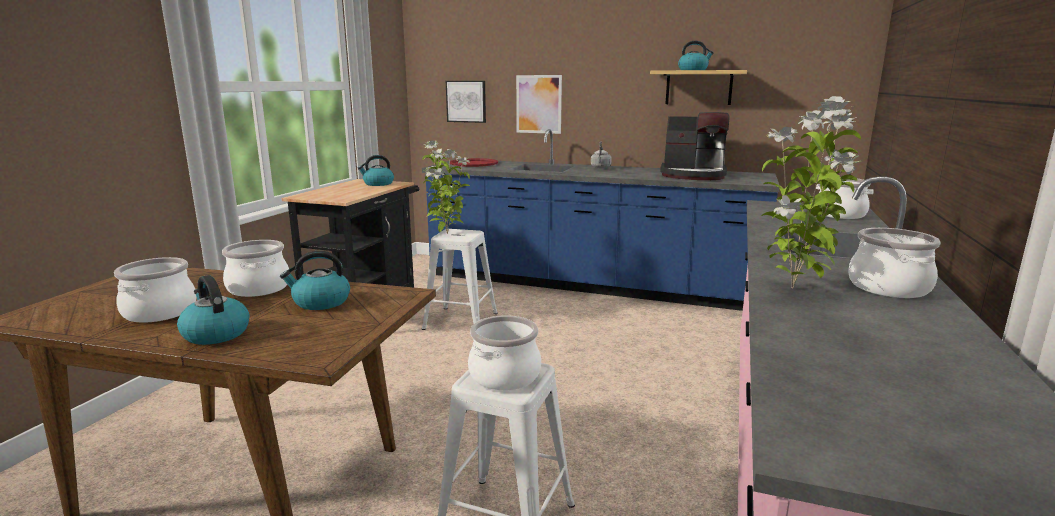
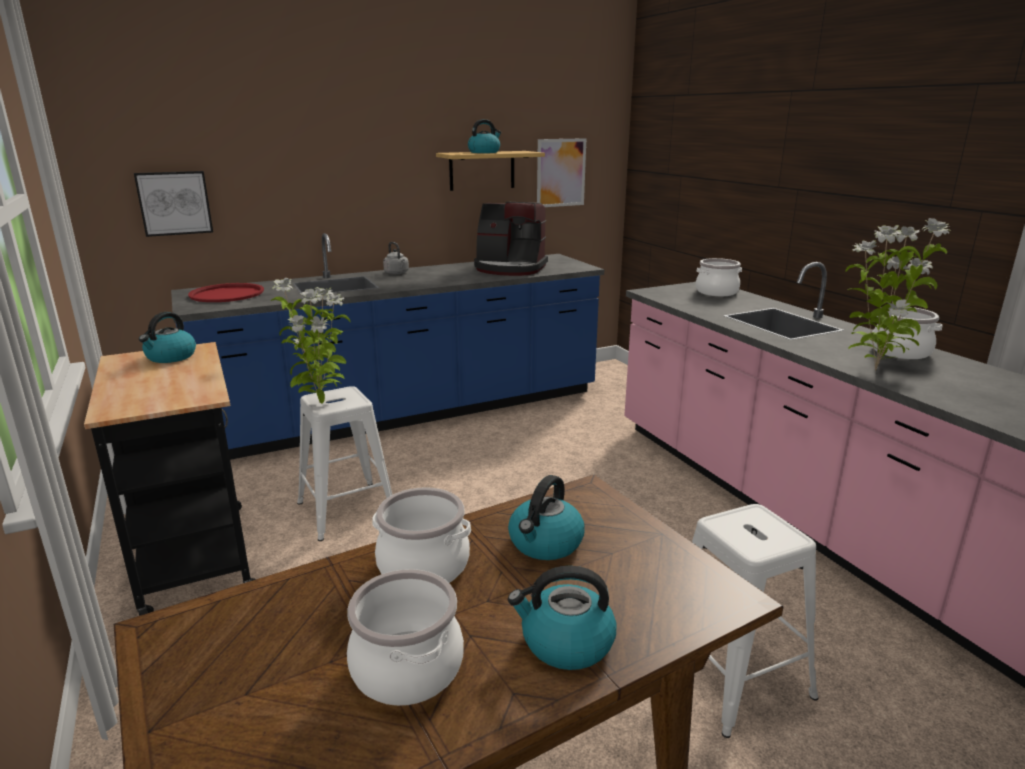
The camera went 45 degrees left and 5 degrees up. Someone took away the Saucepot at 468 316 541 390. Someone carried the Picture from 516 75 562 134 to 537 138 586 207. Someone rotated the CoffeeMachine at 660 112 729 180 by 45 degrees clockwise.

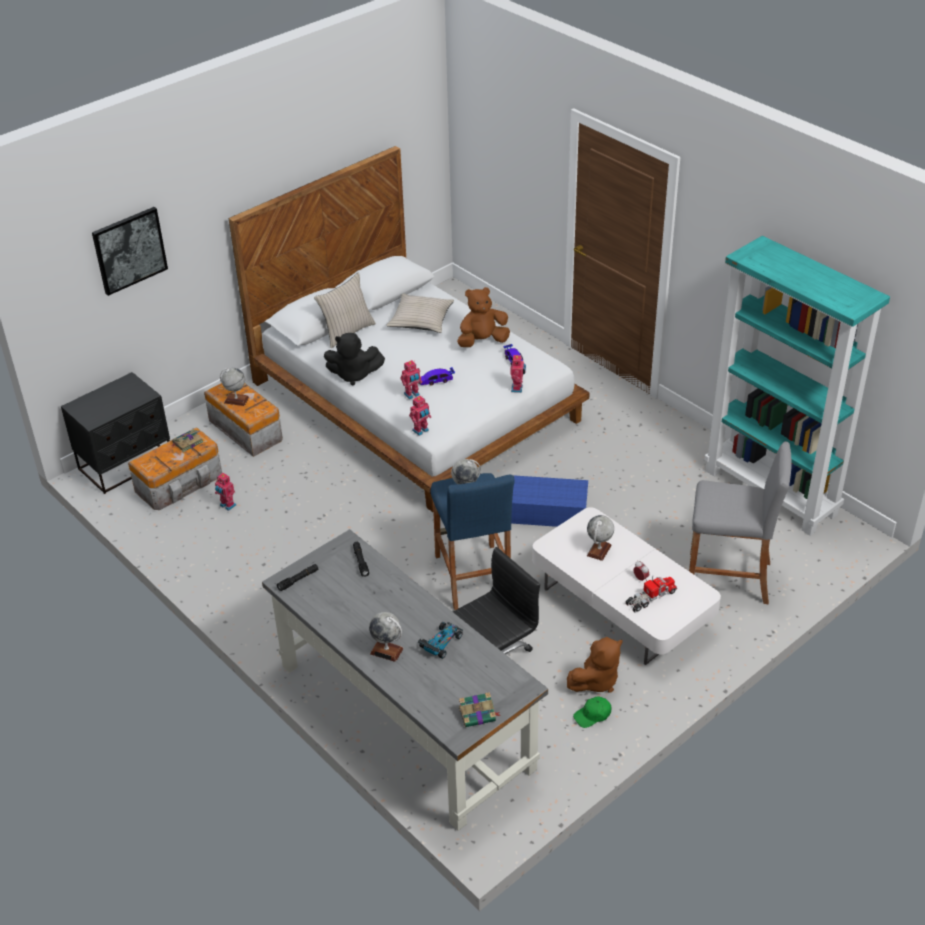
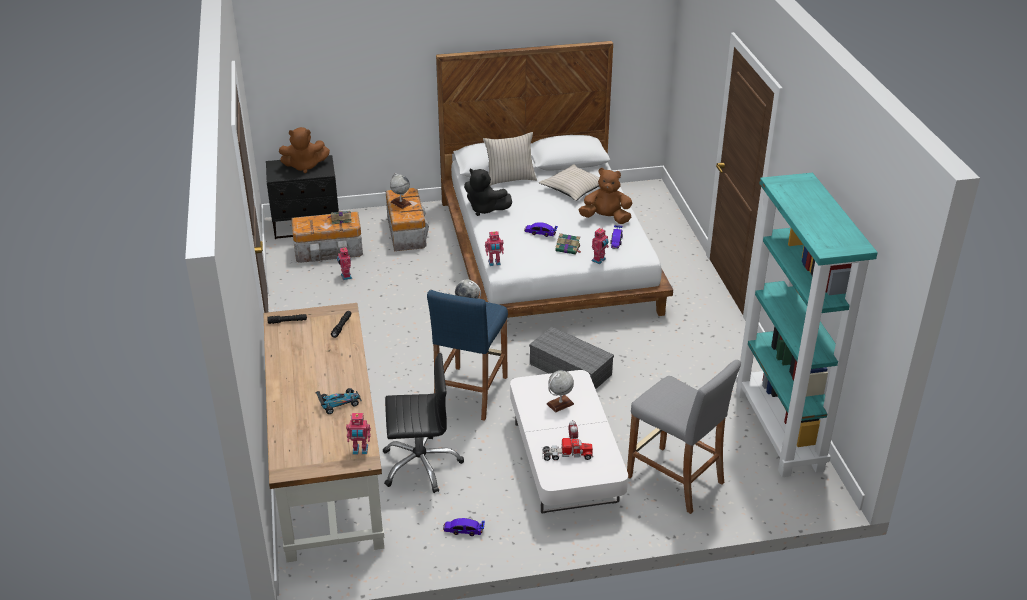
The camera went 30 degrees right and 5 degrees down. Someone took away the Picture at 92 207 168 296. Someone took away the Globe at 369 612 404 662. Someone carried the RobotFigure from 401 360 422 399 to 346 413 371 454. Someone carried the BoundBook from 459 692 500 727 to 555 233 582 254. Someone carried the BrownishCuddlyToy from 567 637 623 693 to 279 127 330 173. Someone swapped the GreenishCap at 573 696 611 728 for the ToyCar at 443 518 485 536. Someone repainted the GrayDesk at 262 529 548 831, which became the BrownishDesk at 263 303 384 562. Someone repainted the BlueStorageBin at 511 475 588 527, which became the GrayStorageBin at 529 327 614 389.

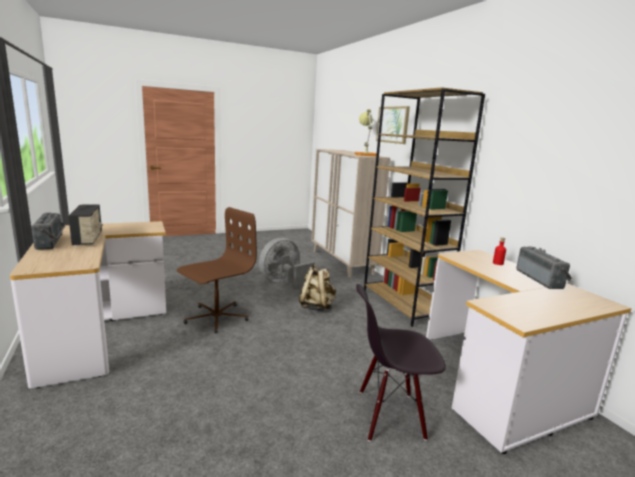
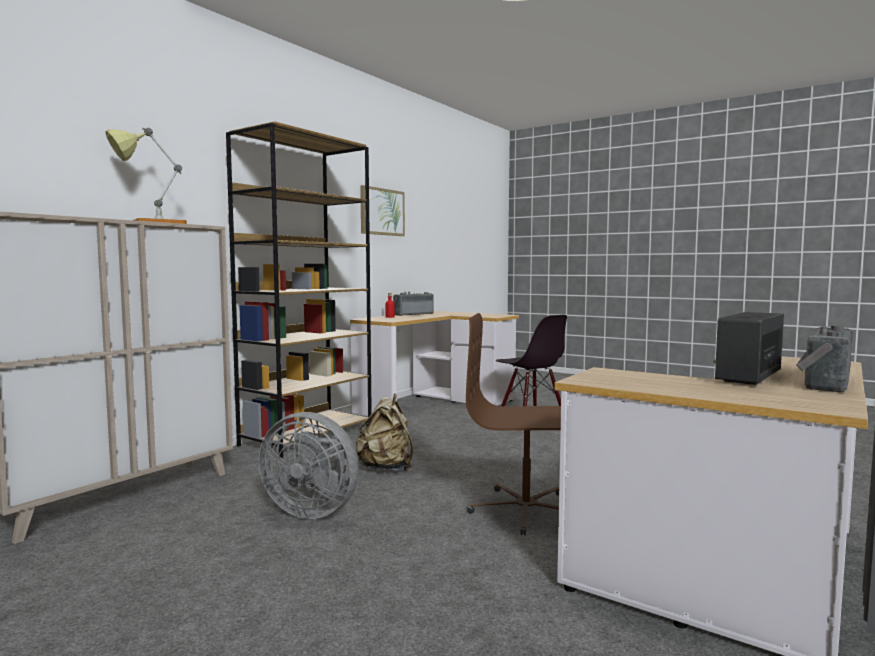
The camera went 120 degrees left and 10 degrees down. Someone carried the Picture from 376 106 410 144 to 360 185 405 236.

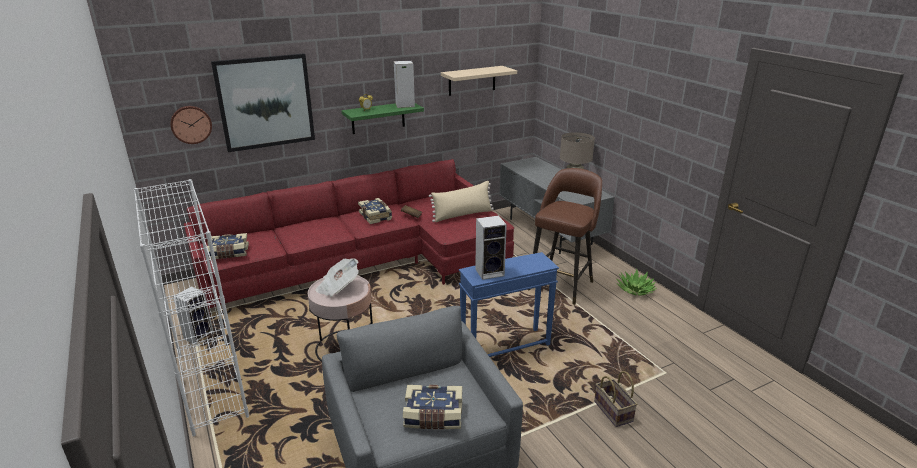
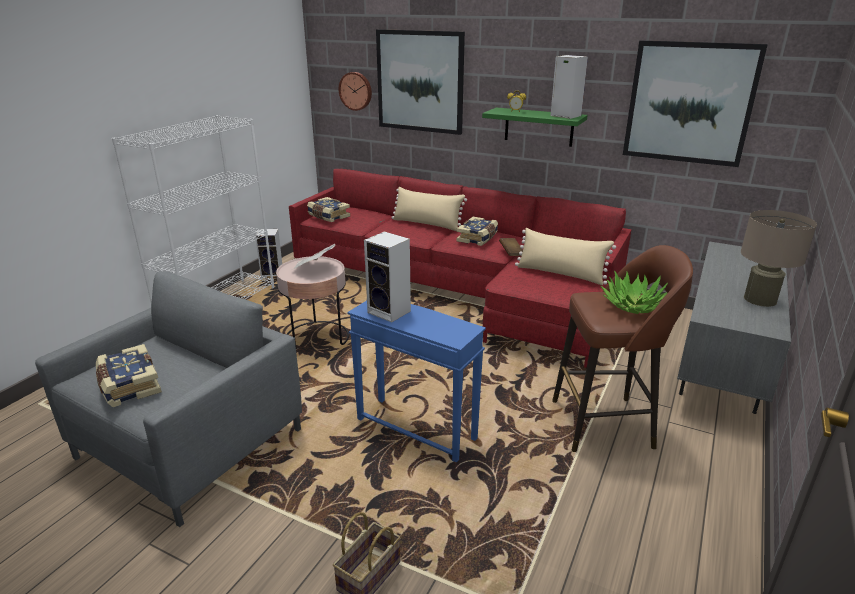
The camera went 55 degrees right and 0 degrees up. Someone put down the SandColouredThrowPillow at 391 187 467 231. Someone carried the PlantInAPot from 616 269 657 296 to 600 270 668 314. Someone swapped the SandColouredShelf at 441 66 517 96 for the Picture at 623 40 768 167.

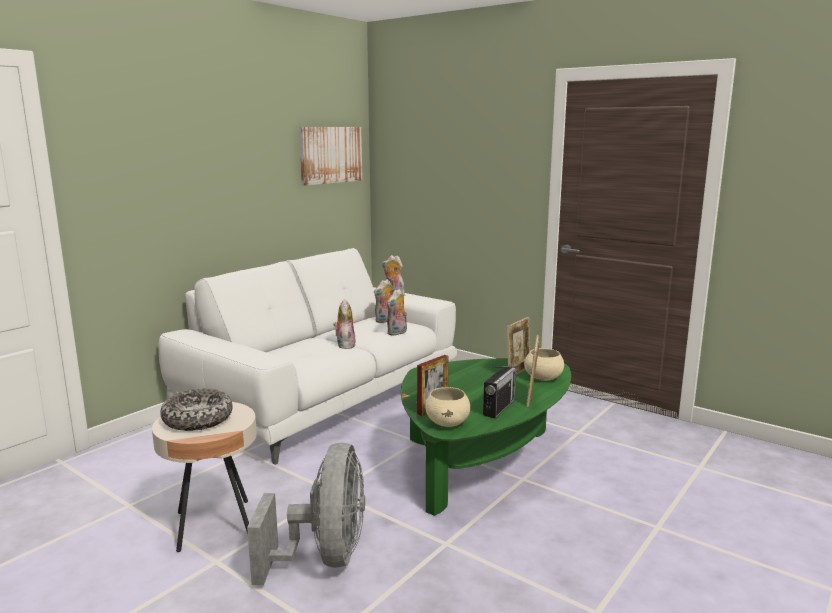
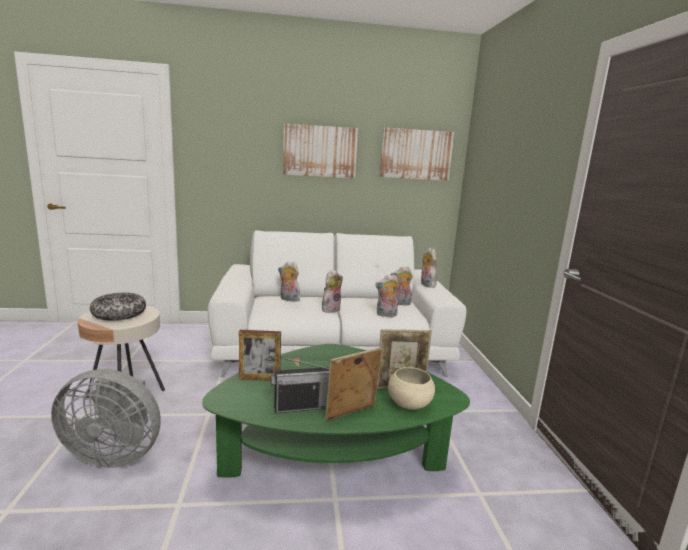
The camera went 45 degrees right and 0 degrees up. Someone took away the SandColouredBowl at 425 387 470 427. Someone put down the CuddlyToy at 278 261 300 302. Someone put up the Picture at 283 123 358 178. Someone rotated the GrayCoolingFan at 247 442 365 585 by 45 degrees clockwise.

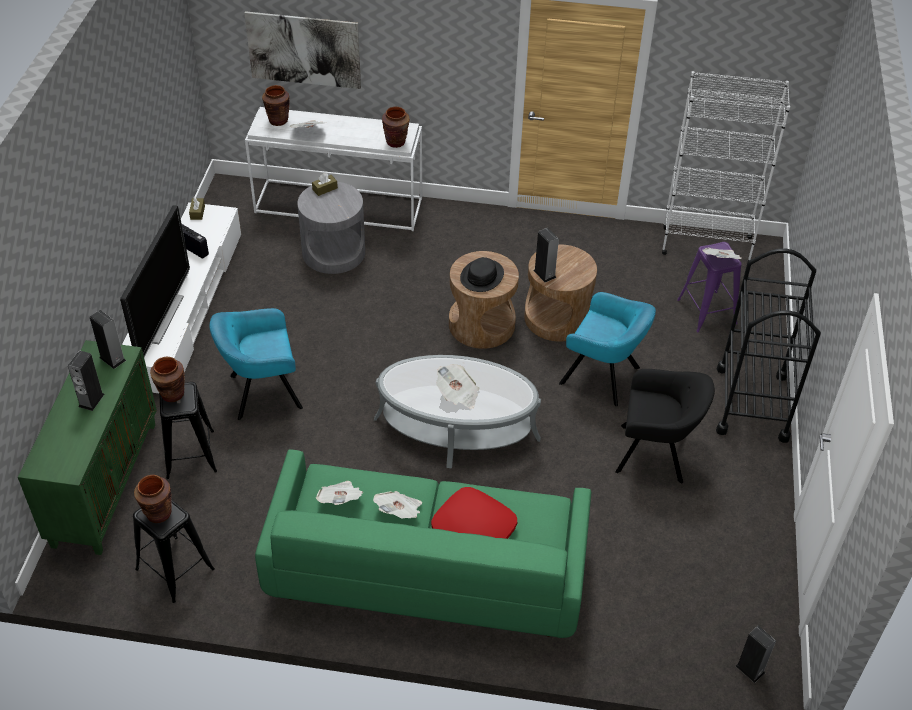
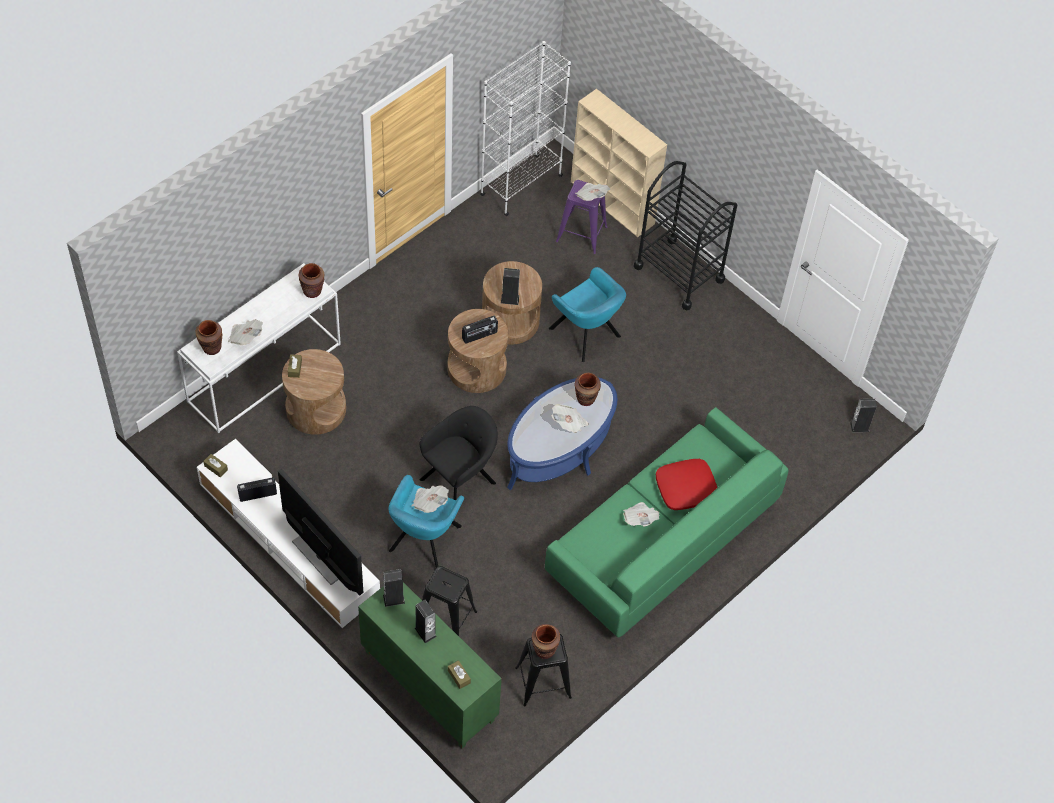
The camera went 55 degrees left and 10 degrees up. Someone took away the Picture at 244 11 361 89. Someone put down the BrownishBoxOfTissues at 448 660 471 689. Someone put down the SandColouredBookshelf at 571 89 667 237. Someone carried the BrownishVase from 150 357 185 402 to 575 373 601 406. Someone carried the PrintedPaper from 316 481 363 505 to 412 485 449 513. Someone carried the BlackishArmchair from 615 369 715 483 to 419 406 498 500. Someone swapped the BlackishClothingHat at 460 257 504 292 for the Radio at 462 316 498 344. Someone repainted the GrayAccentTable at 297 182 365 274, which became the BrownishAccentTable at 282 349 346 435. Someone repainted the GrayCoffeeTable at 374 355 541 469, which became the BlueCoffeeTable at 507 377 617 490. Someone rotated the BlueGreenArmchair at 559 292 656 407 by 75 degrees clockwise.

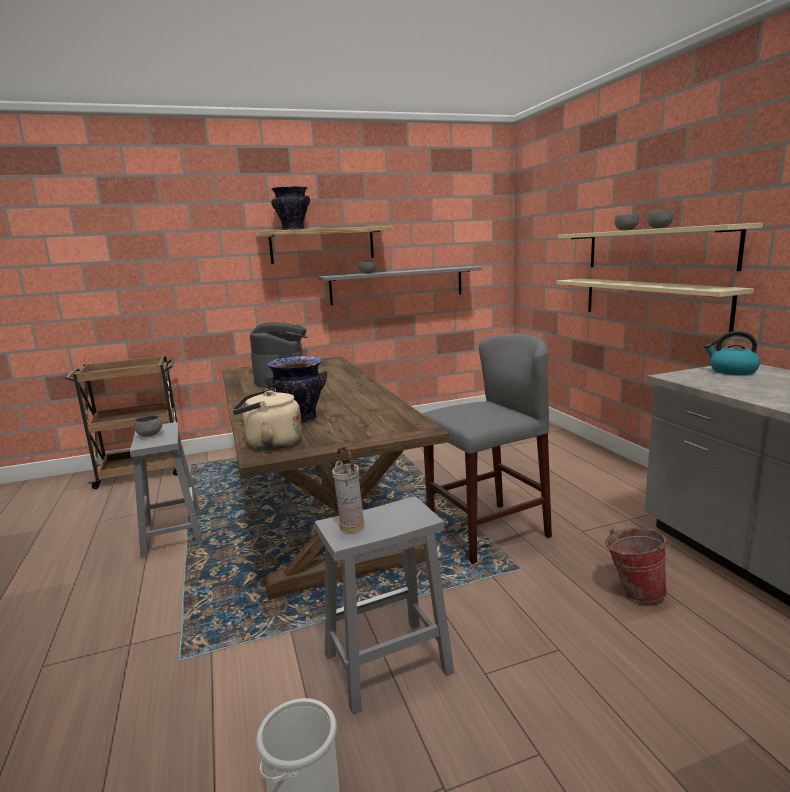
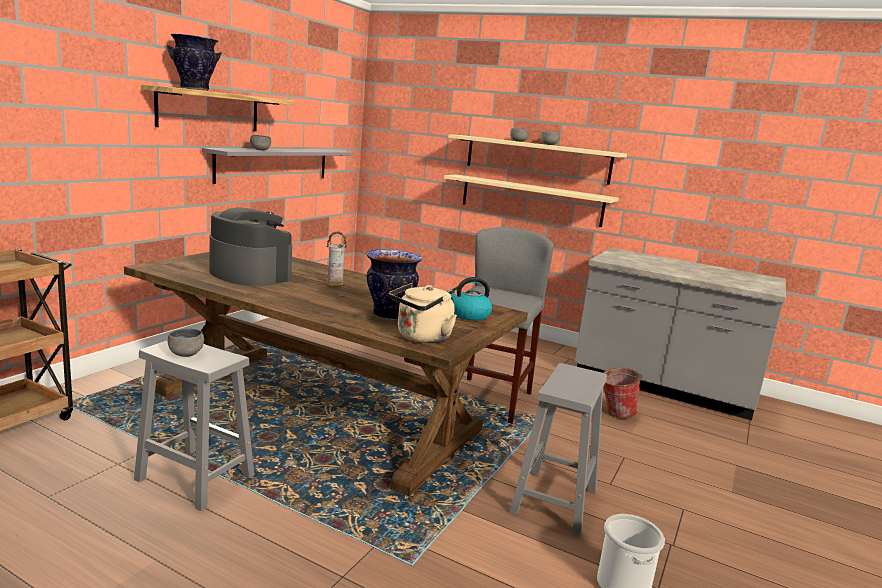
The camera went 45 degrees left and 0 degrees up. Someone carried the Vase from 332 446 365 532 to 327 231 347 286. Someone carried the Kettle from 704 331 760 375 to 447 277 492 321.

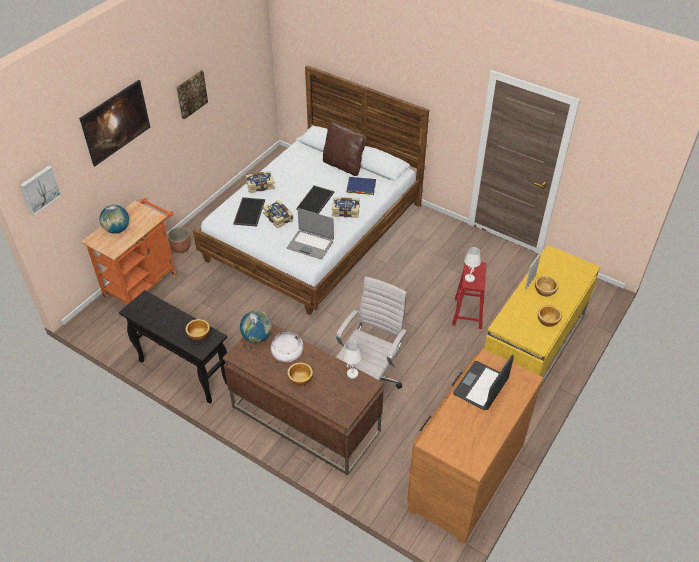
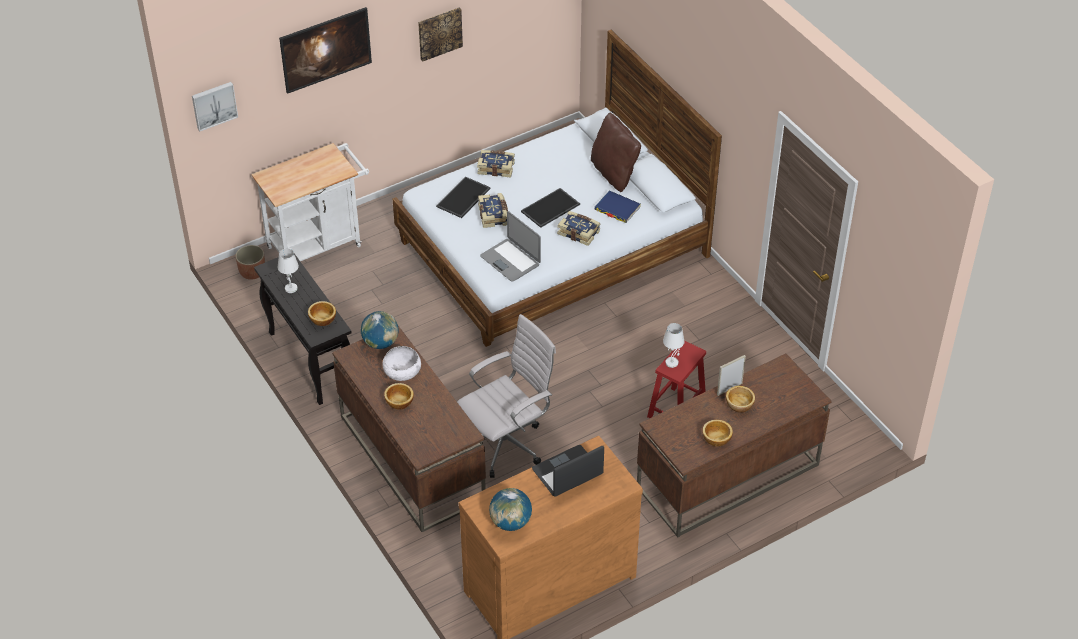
The camera went 25 degrees right and 0 degrees up. Someone carried the Globe from 99 205 129 234 to 489 488 532 531. Someone carried the FlowerPot from 167 227 190 253 to 235 245 265 280. Someone carried the WhiteTableLamp from 343 341 362 379 to 278 249 299 293. Someone repainted the OrangeyWheeledCart at 81 198 177 305, which became the WhiteWheeledCart at 251 143 369 261. Someone repainted the YellowishDesk at 484 245 600 388, which became the BrownishDesk at 637 354 832 537.

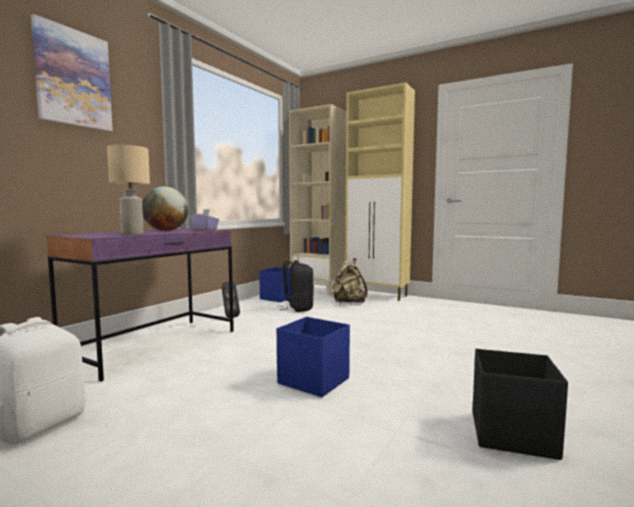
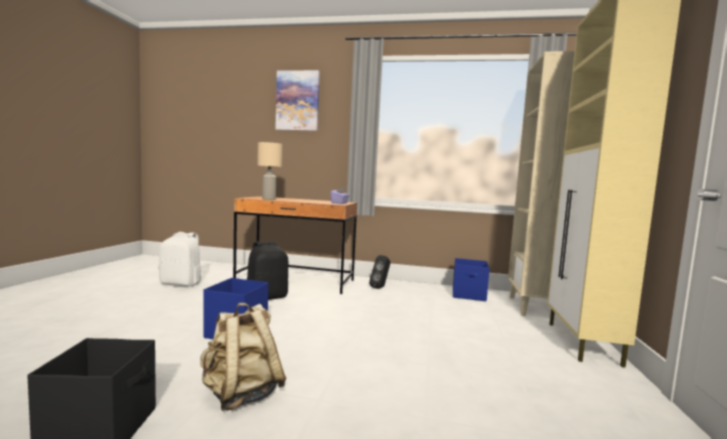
The camera went 70 degrees right and 0 degrees up. Someone took away the Globe at 142 186 189 231. Someone carried the BlackishRucksack from 280 260 314 312 to 247 241 288 300. Someone carried the SandColouredRucksack from 332 258 368 303 to 200 303 286 411. Someone repainted the PurpleDesk at 46 229 234 382, which became the BrownishDesk at 233 196 357 294.

